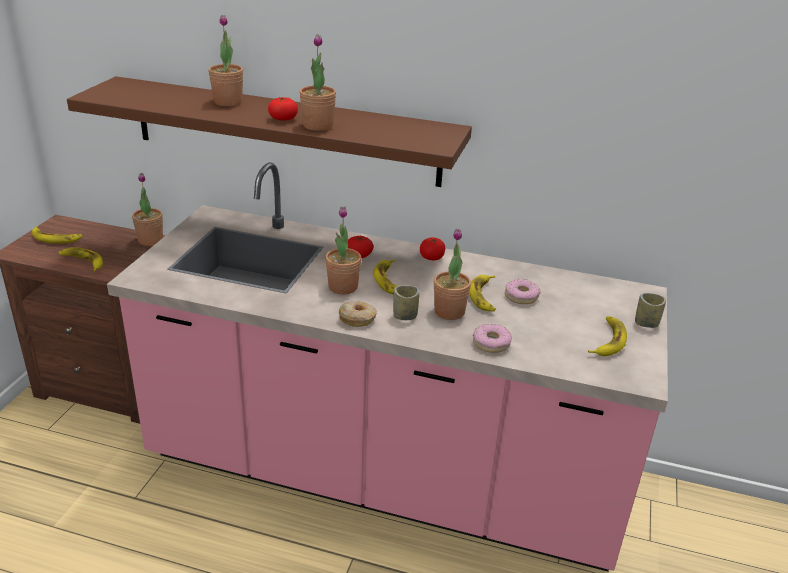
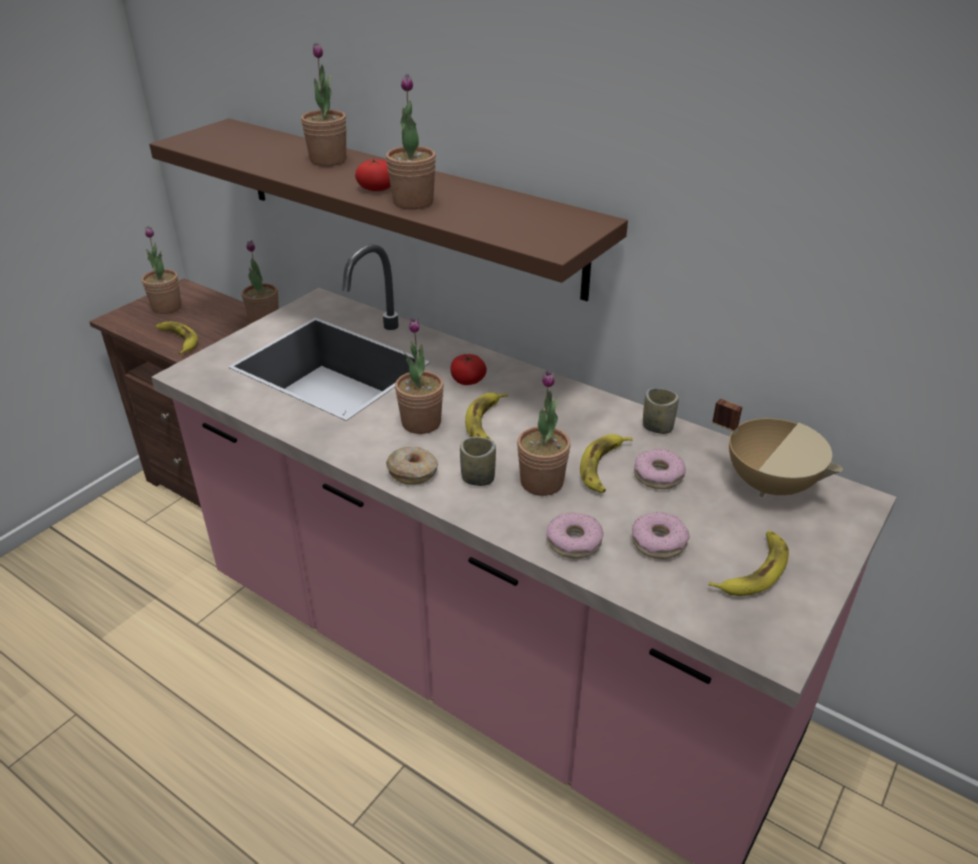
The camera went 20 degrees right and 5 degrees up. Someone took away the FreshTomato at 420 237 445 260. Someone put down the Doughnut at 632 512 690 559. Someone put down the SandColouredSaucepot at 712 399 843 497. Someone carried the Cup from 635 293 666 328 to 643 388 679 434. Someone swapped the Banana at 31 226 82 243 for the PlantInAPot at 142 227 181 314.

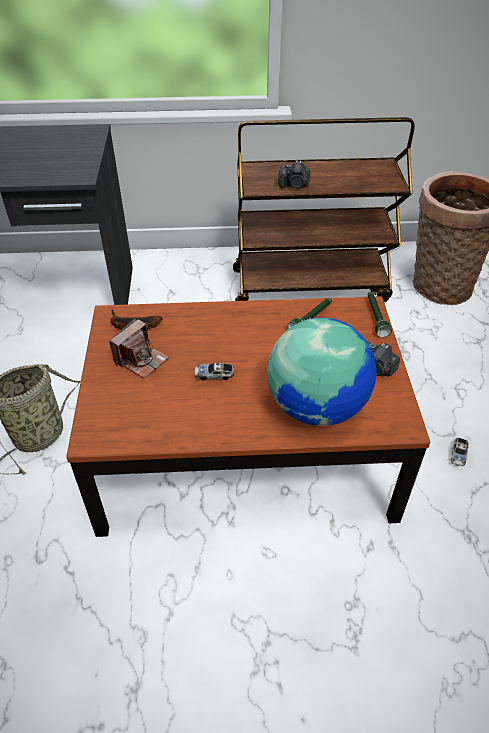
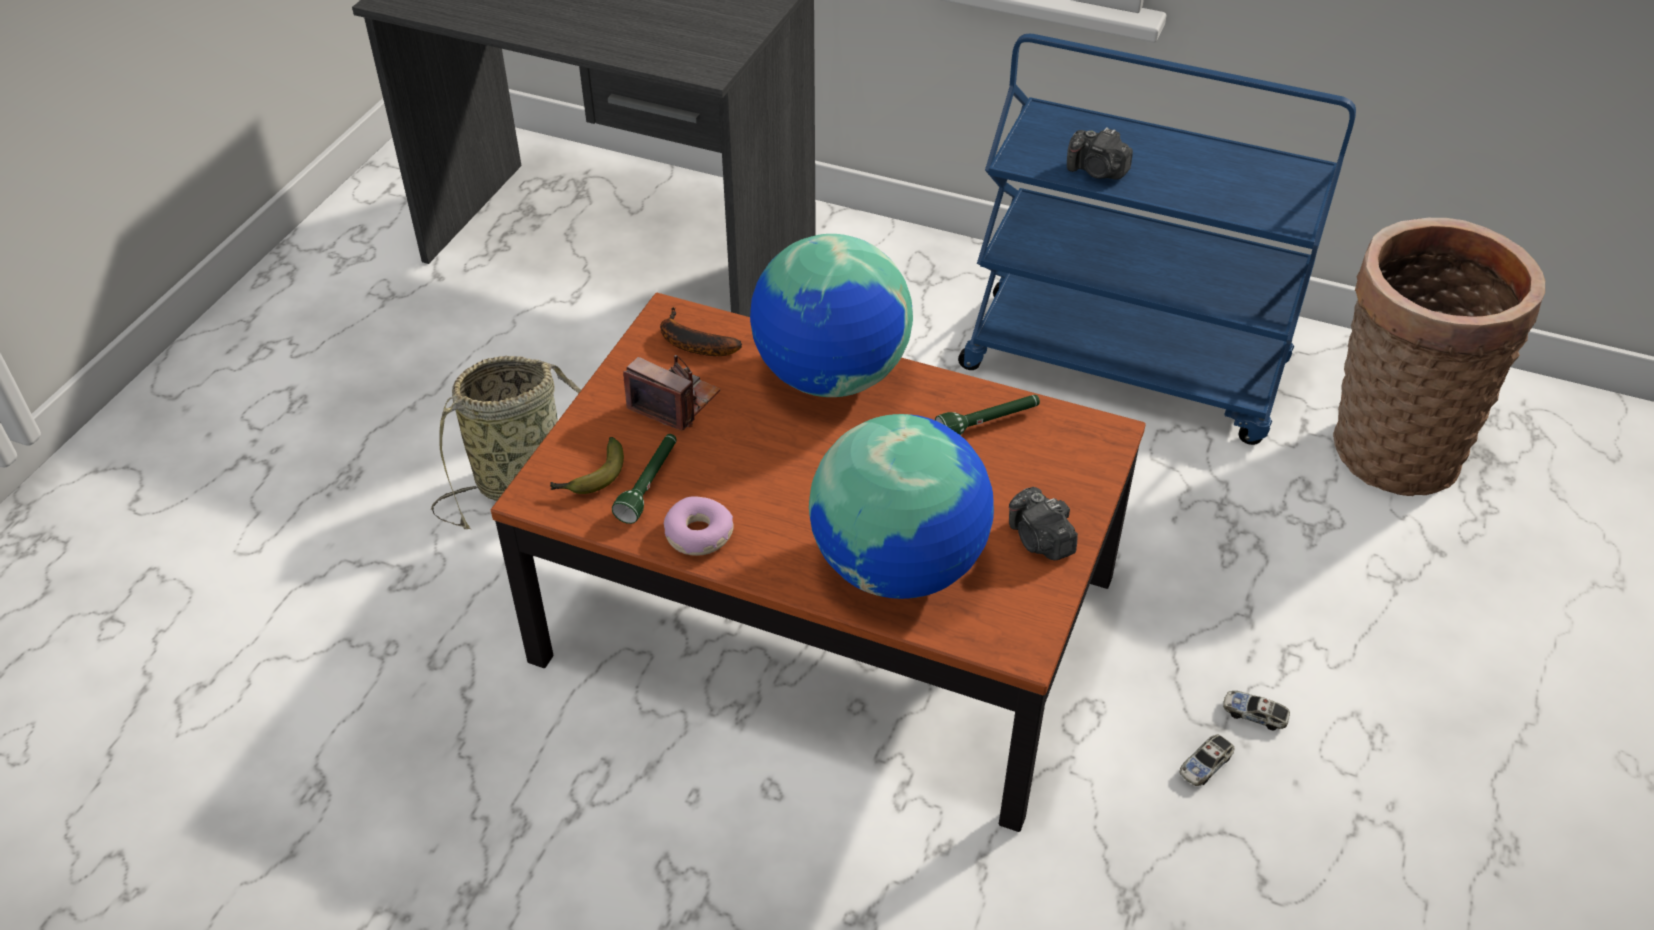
The camera went 25 degrees right and 0 degrees up. Someone put down the Banana at 550 437 624 494. Someone put down the Doughnut at 664 496 734 556. Someone put down the Globe at 750 234 913 397. Someone carried the ToyCar from 194 363 234 381 to 1223 691 1290 730. Someone carried the GreenishHandTorch from 368 292 392 338 to 612 434 677 524. Someone repainted the BrownishWheeledCart at 233 117 415 302, which became the BlueWheeledCart at 958 34 1356 445. Someone rotated the PhotoCamera at 109 318 169 378 by 120 degrees counterclockwise.

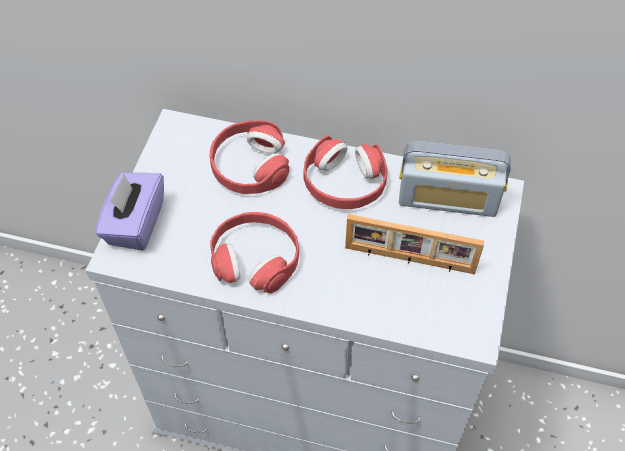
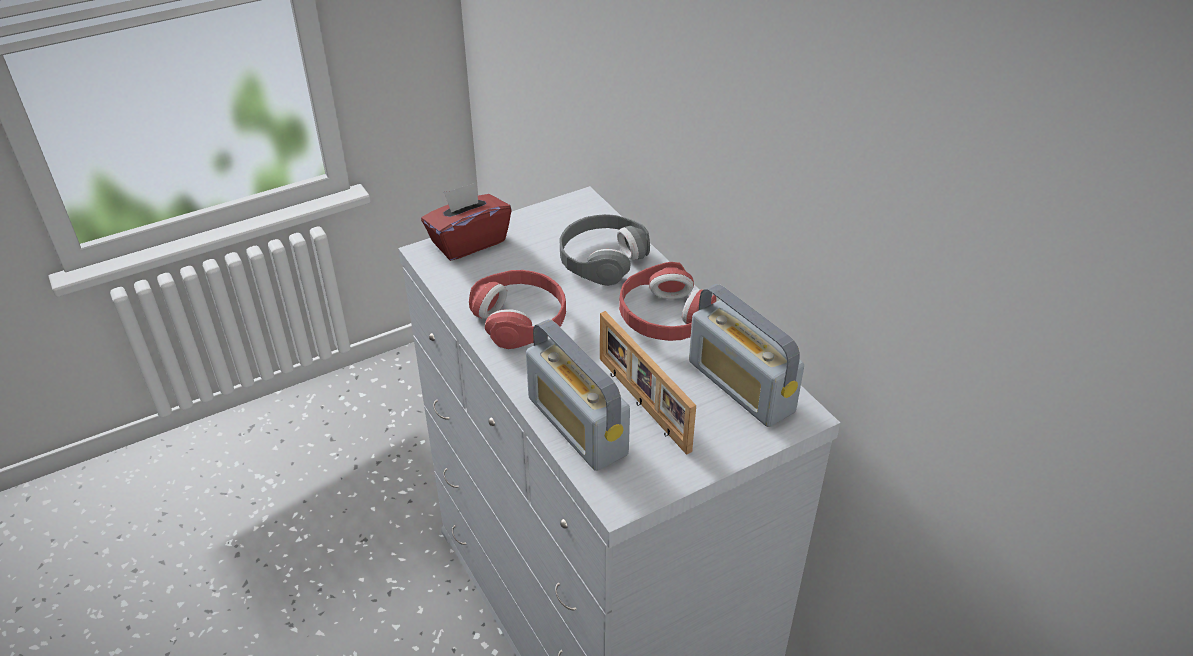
The camera went 45 degrees right and 15 degrees down. Someone put down the Radio at 526 319 630 471. Someone repainted the PurpleBoxOfTissues at 95 173 164 251, which became the RedColouredBoxOfTissues at 421 182 512 261. Someone repainted the RedColouredHeadphones at 210 120 289 194, which became the GrayHeadphones at 560 214 650 286.

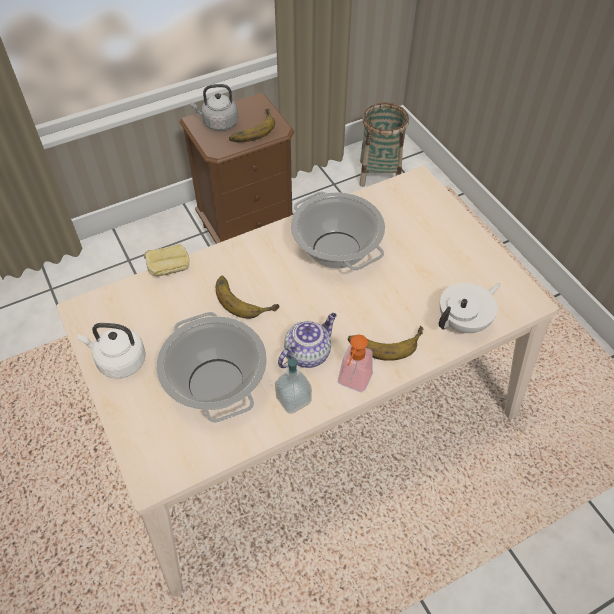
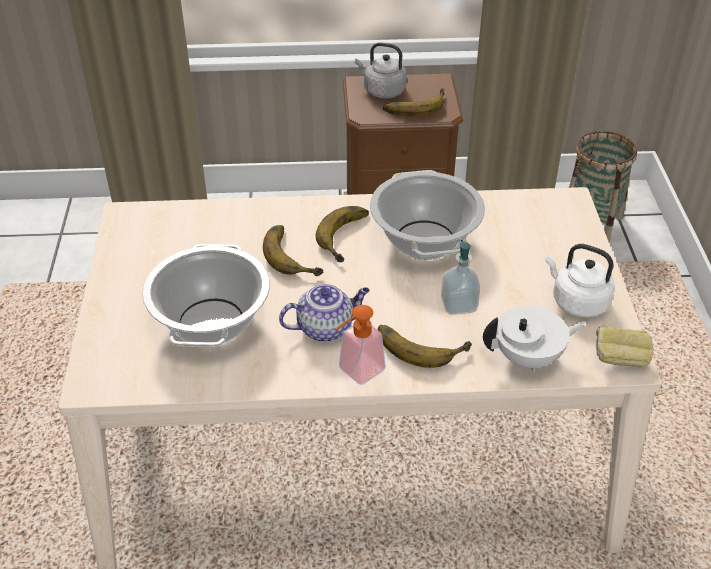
The camera went 25 degrees right and 10 degrees down. Someone put down the Banana at 316 206 369 262. Someone carried the WhiteKettle from 78 323 146 378 to 545 244 615 317. Someone carried the BakeryBread from 144 244 189 276 to 596 325 653 367. Someone carried the SoapBottle from 275 355 312 414 to 441 240 480 315.

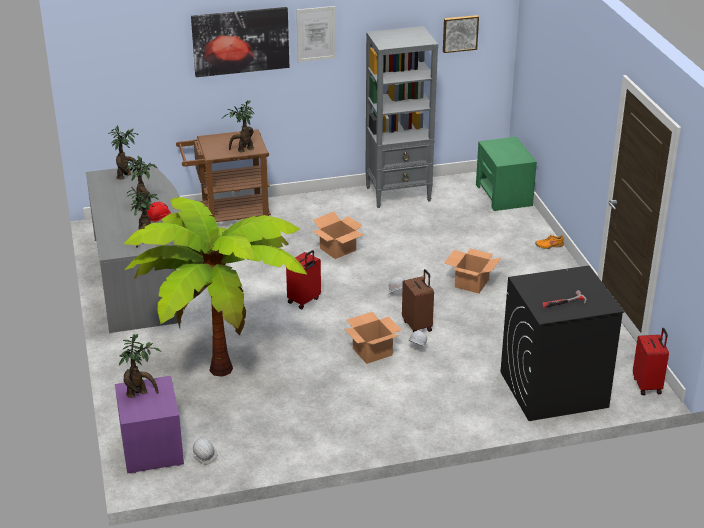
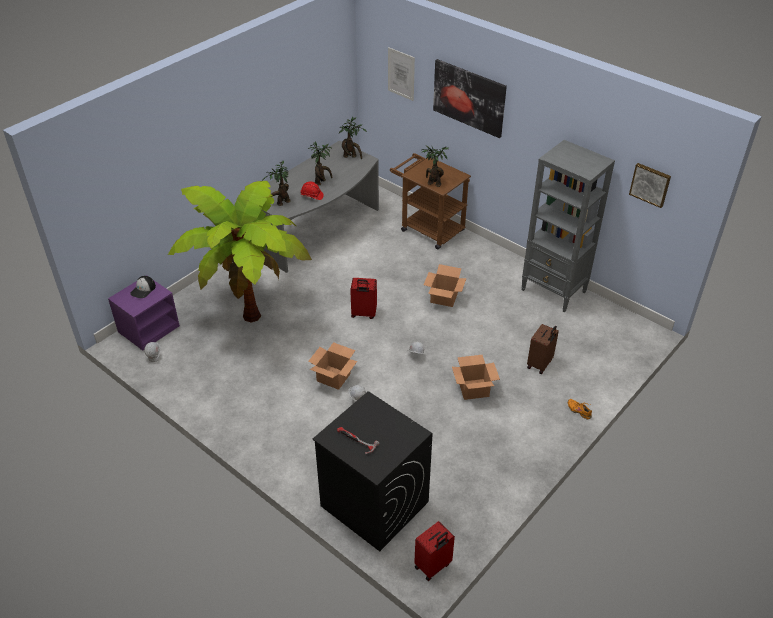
The camera went 55 degrees right and 10 degrees up. Someone took away the GreenishBedsideTable at 476 137 537 211. Someone carried the Picture from 296 6 336 62 to 388 47 415 101. Someone carried the BrownishSuitcase from 402 269 434 332 to 527 324 559 374. Someone swapped the PlantInAPot at 119 334 162 398 for the Cap at 130 276 156 298.

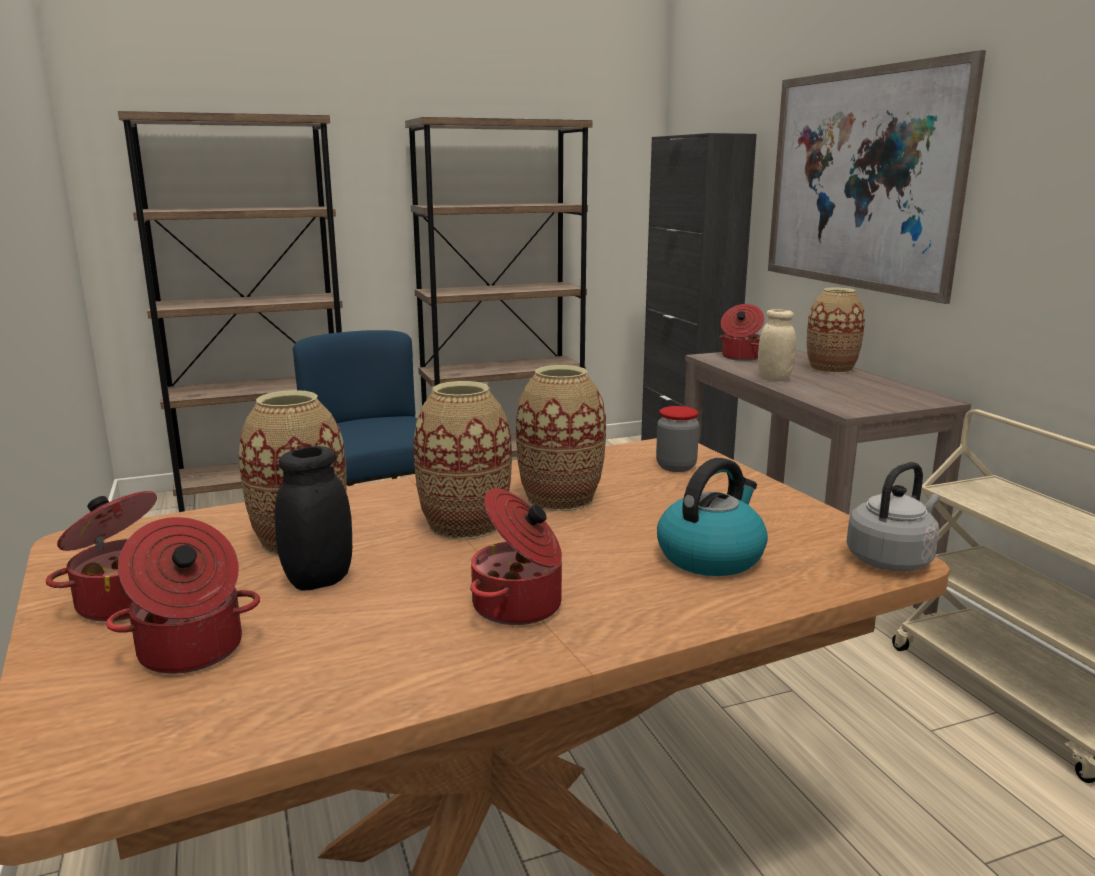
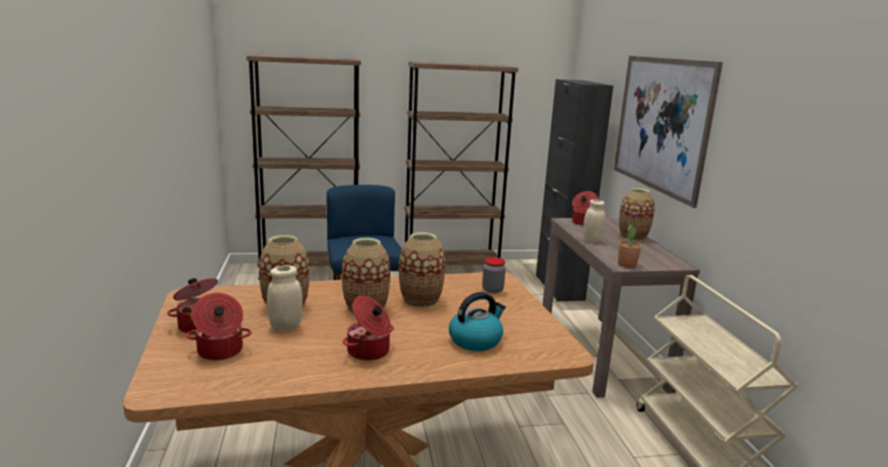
The camera went 10 degrees right and 0 degrees up. Someone took away the GrayKettle at 847 462 940 571. Someone put down the PlantInAPot at 618 211 642 268. Someone repainted the BlackishStorageJar at 275 446 352 591, which became the SandColouredStorageJar at 267 265 303 332.

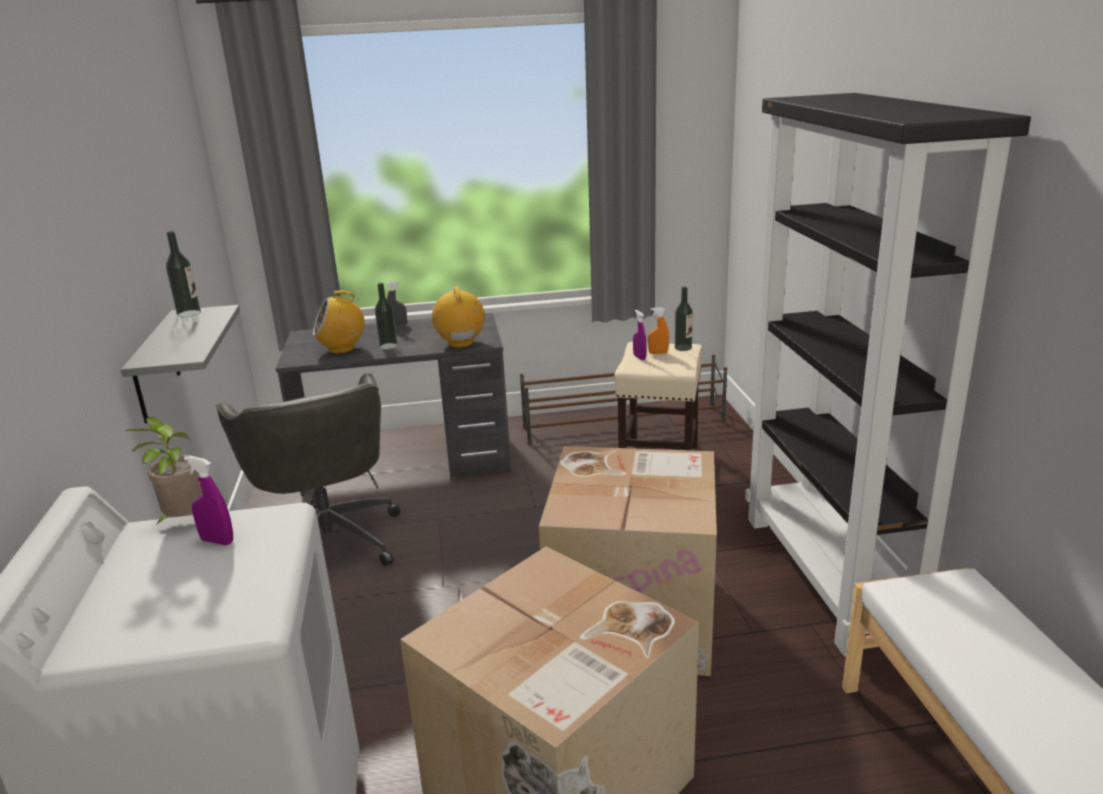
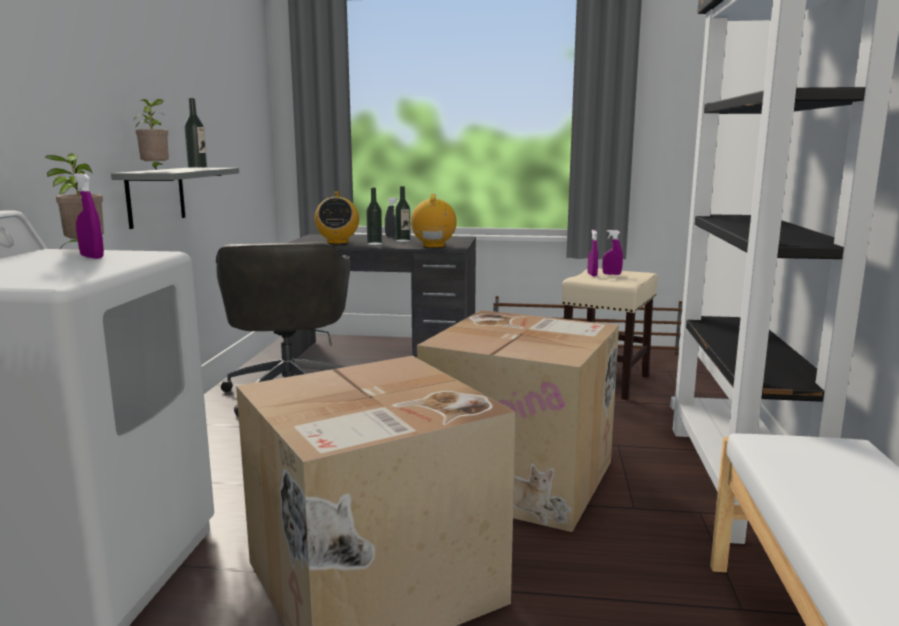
The camera went 15 degrees right and 10 degrees down. Someone put down the PlantInAPot at 134 99 169 170. Someone carried the DrinkBottle from 675 287 693 351 to 395 186 411 242. Someone repainted the OrangeySprayBottle at 648 307 669 354, which became the PurpleSprayBottle at 602 230 623 275. Someone rotated the Radio at 313 291 365 354 by 90 degrees counterclockwise.

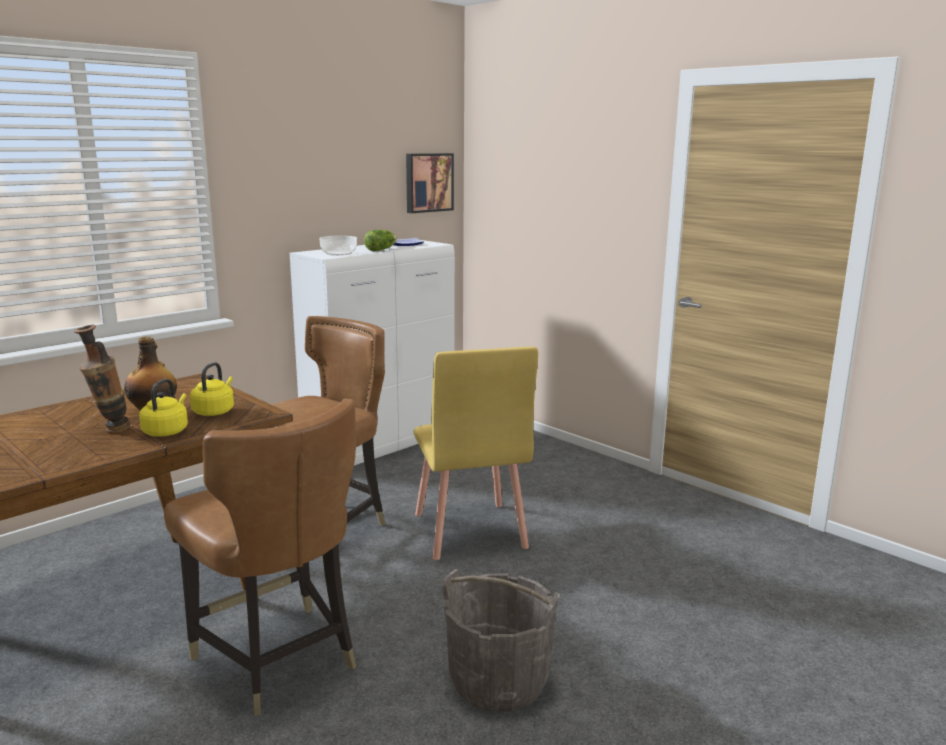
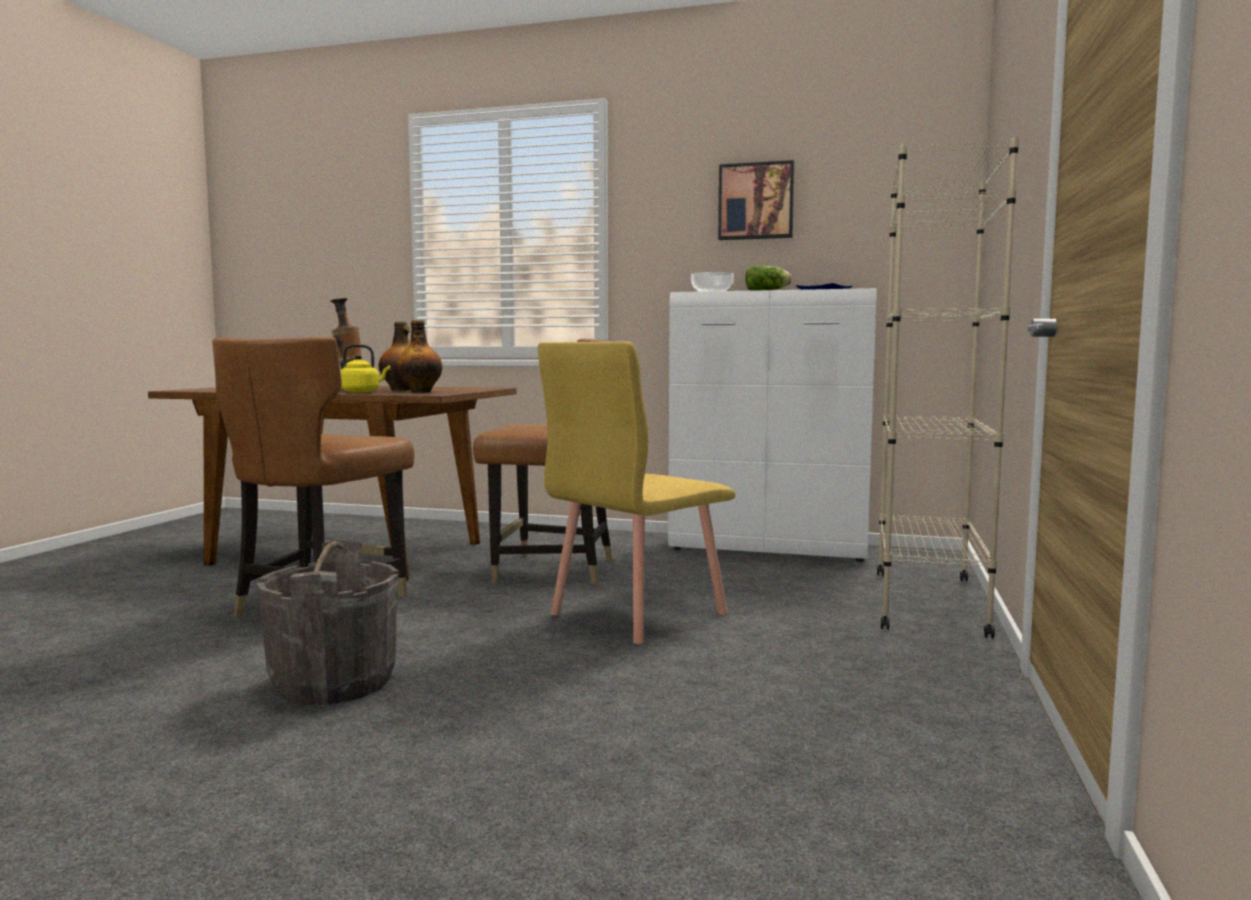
The camera went 60 degrees right and 10 degrees down. Someone put down the SandColouredBookshelf at 877 137 1019 638. Someone carried the Picture from 406 153 454 213 to 718 160 794 240. Someone swapped the YellowishKettle at 190 362 234 416 for the DrinkBottle at 397 320 442 393.

